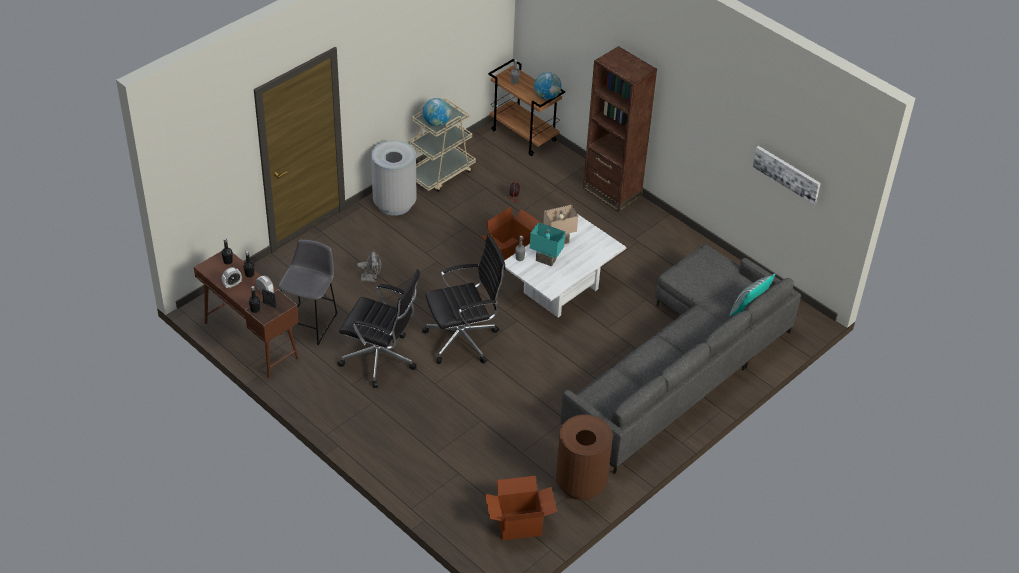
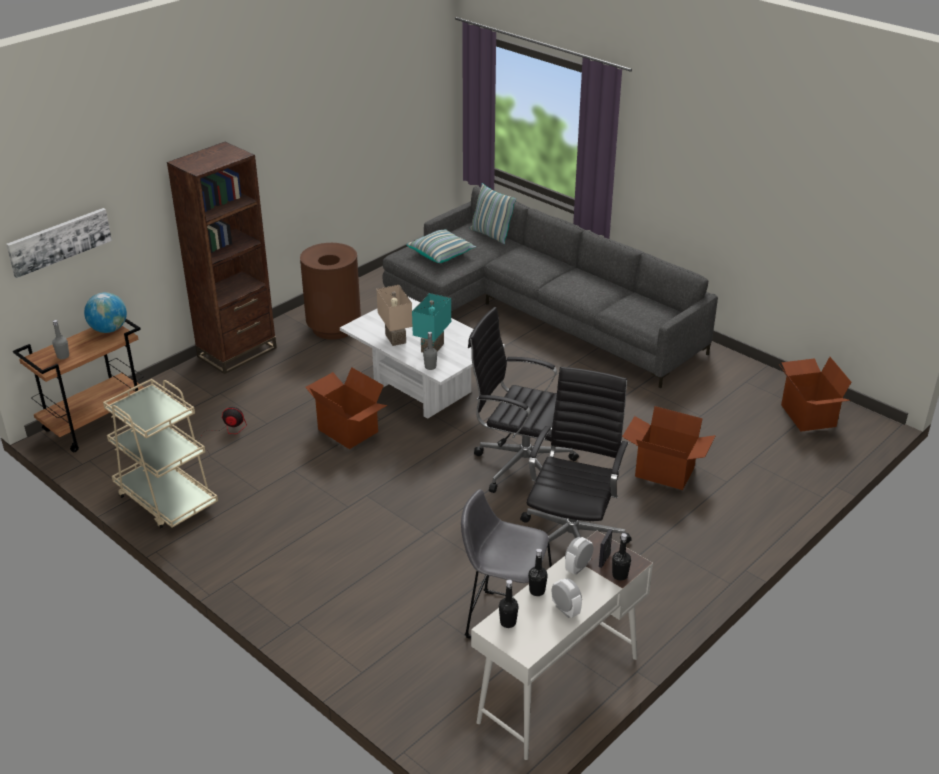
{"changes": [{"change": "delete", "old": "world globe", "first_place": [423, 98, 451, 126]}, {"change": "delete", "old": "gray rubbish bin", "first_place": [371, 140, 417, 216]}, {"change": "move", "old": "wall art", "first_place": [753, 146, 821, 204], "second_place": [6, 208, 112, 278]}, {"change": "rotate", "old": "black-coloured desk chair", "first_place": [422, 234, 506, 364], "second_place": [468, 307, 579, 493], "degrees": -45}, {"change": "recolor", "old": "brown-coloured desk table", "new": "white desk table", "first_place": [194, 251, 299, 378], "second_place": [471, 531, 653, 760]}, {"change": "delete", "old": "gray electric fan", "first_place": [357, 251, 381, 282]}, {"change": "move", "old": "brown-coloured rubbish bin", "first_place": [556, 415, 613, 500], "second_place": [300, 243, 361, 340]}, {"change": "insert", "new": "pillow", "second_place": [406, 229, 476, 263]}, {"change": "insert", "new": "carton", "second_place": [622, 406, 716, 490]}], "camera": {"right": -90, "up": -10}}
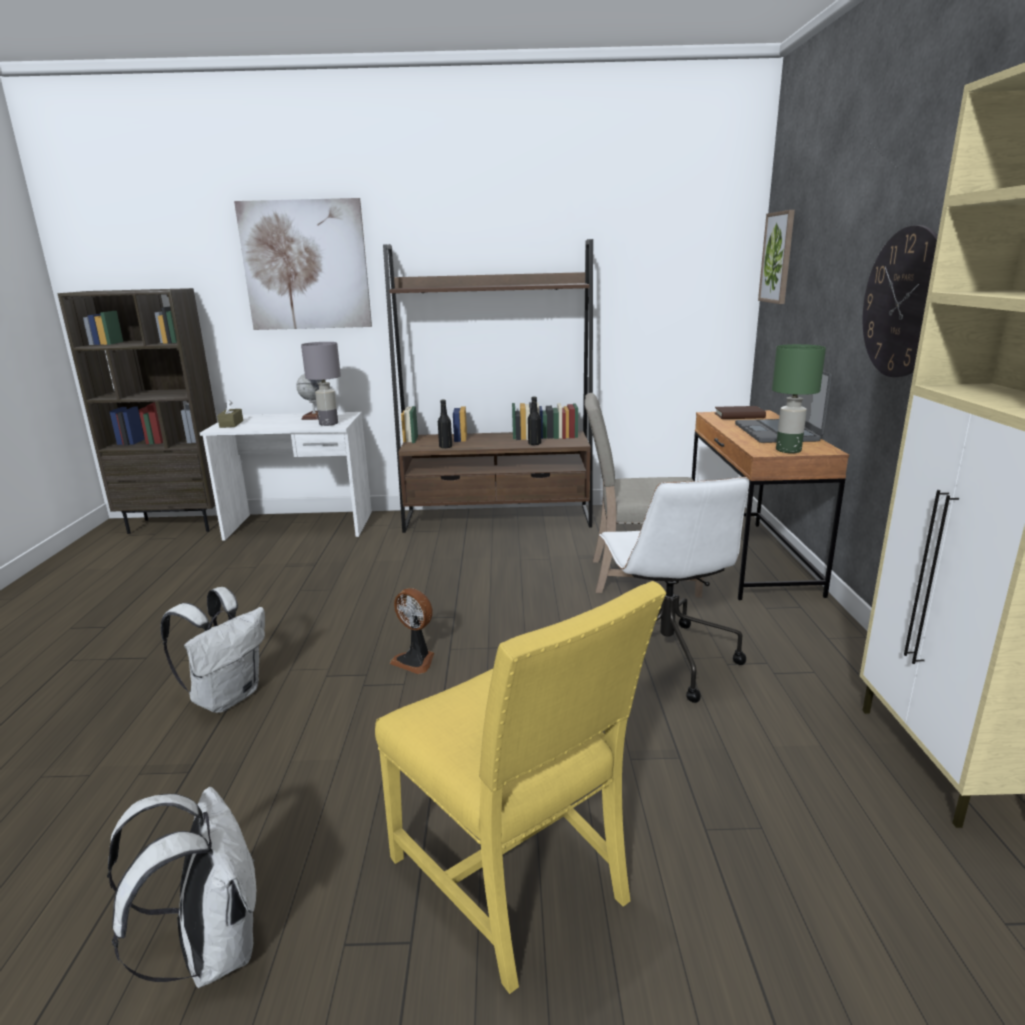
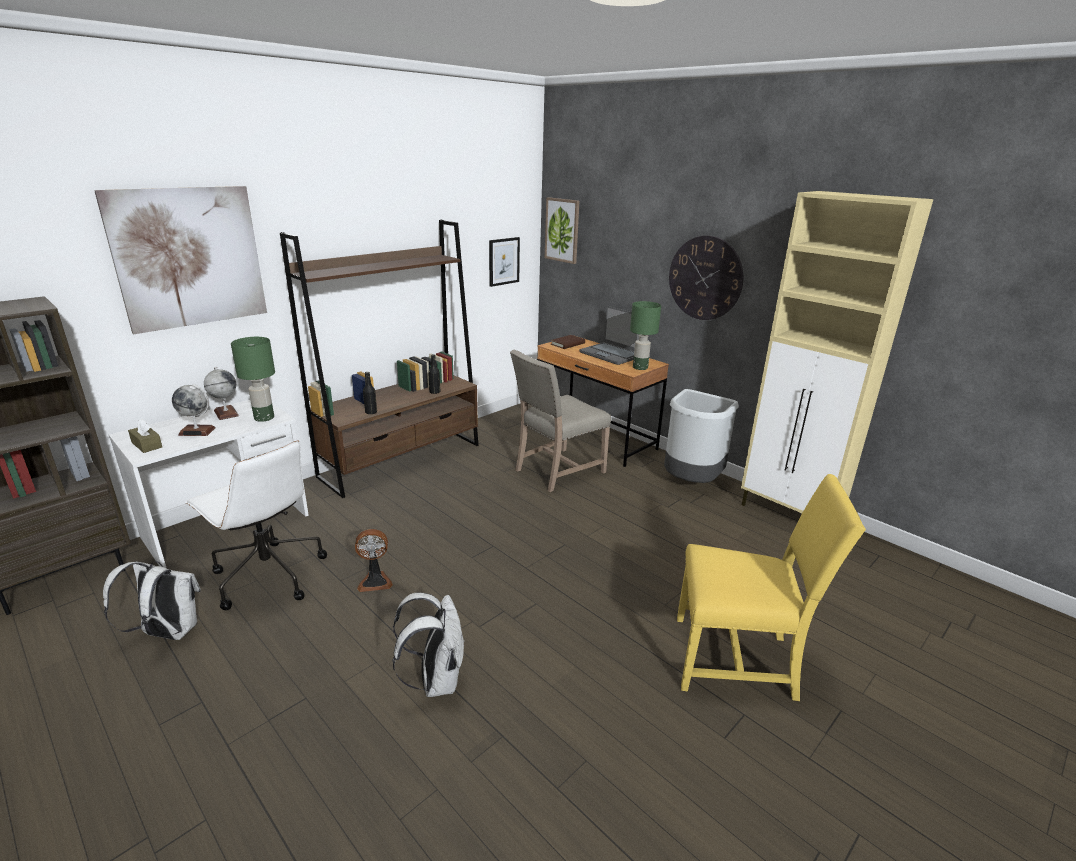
{"changes": [{"change": "recolor", "old": "gray lamp for a table", "new": "greenish lamp for a table", "first_place": [301, 342, 341, 426], "second_place": [231, 337, 275, 422]}, {"change": "move", "old": "white desk chair", "first_place": [599, 477, 749, 703], "second_place": [185, 441, 327, 610]}, {"change": "move", "old": "electric fan", "first_place": [390, 588, 434, 674], "second_place": [355, 529, 393, 592]}, {"change": "move", "old": "white knapsack", "first_place": [107, 787, 256, 988], "second_place": [103, 561, 201, 640]}, {"change": "insert", "new": "wall art", "second_place": [489, 237, 520, 287]}, {"change": "insert", "new": "world globe", "second_place": [172, 384, 216, 436]}, {"change": "insert", "new": "gray rubbish bin", "second_place": [664, 389, 739, 483]}], "camera": {"right": -45, "up": 5}}
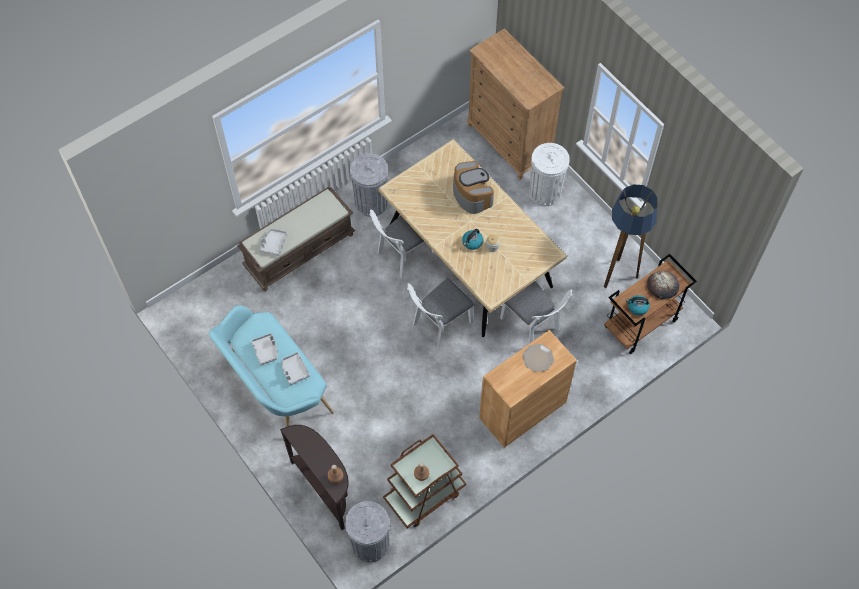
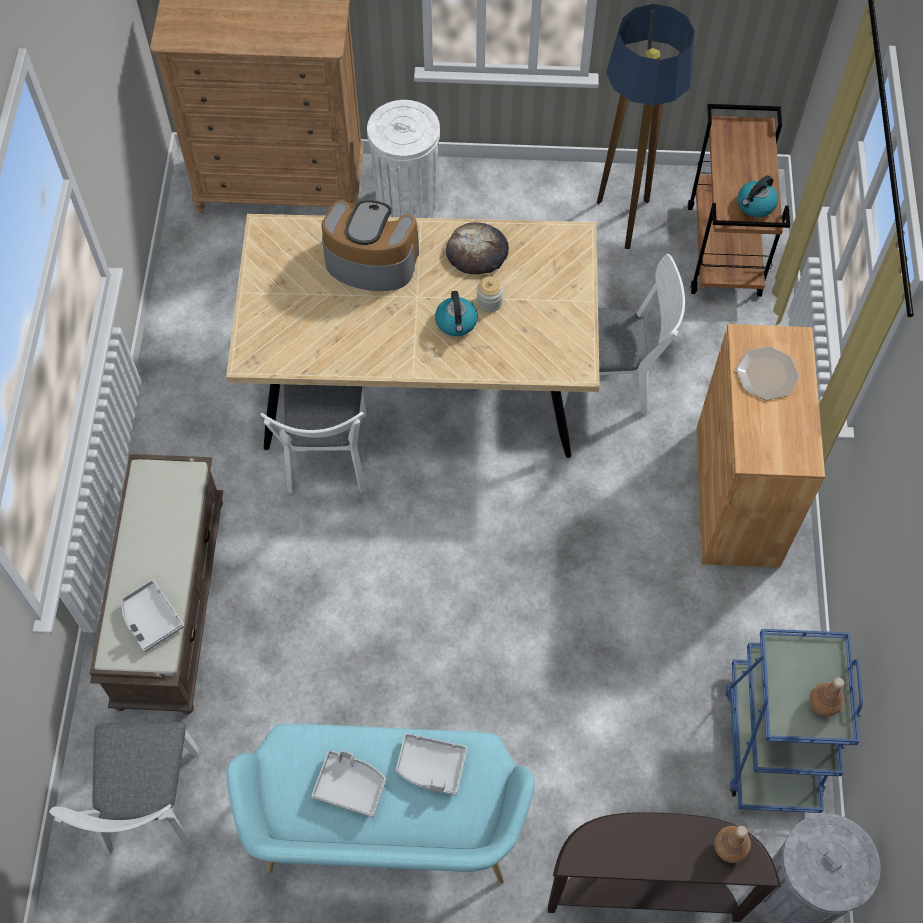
{"changes": [{"change": "delete", "old": "gray rubbish bin", "first_place": [350, 153, 388, 217]}, {"change": "move", "old": "bakery bread", "first_place": [647, 271, 679, 300], "second_place": [446, 222, 509, 274]}, {"change": "move", "old": "white plain chair", "first_place": [407, 278, 474, 350], "second_place": [49, 722, 199, 855]}, {"change": "recolor", "old": "brown-coloured cart", "new": "blue-coloured cart", "first_place": [383, 434, 466, 528], "second_place": [726, 629, 863, 813]}], "camera": {"right": -50, "up": 0}}
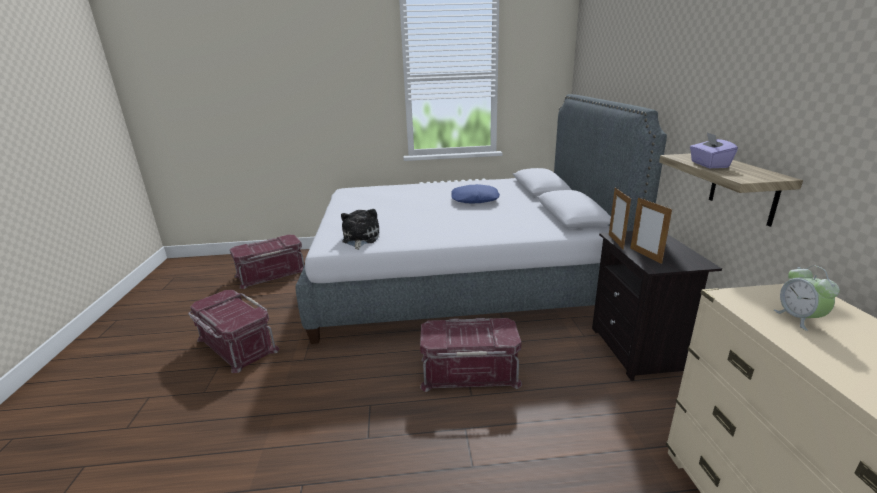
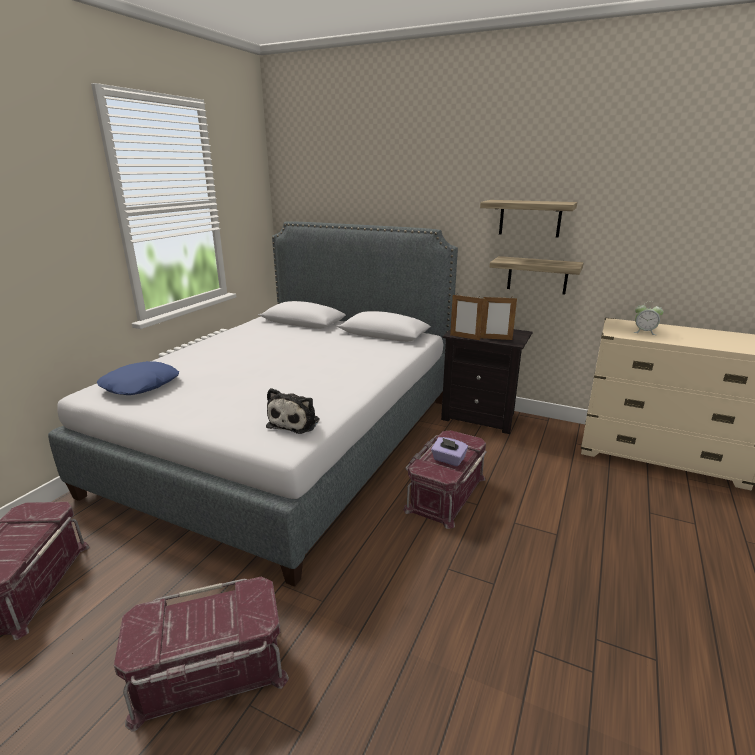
{"changes": [{"change": "move", "old": "purple-coloured tissue holder", "first_place": [690, 132, 738, 168], "second_place": [431, 437, 468, 466]}, {"change": "move", "old": "blue-coloured pillow", "first_place": [451, 184, 500, 204], "second_place": [97, 361, 179, 395]}, {"change": "rotate", "old": "cuddly toy", "first_place": [341, 209, 379, 250], "second_place": [266, 388, 319, 434], "degrees": -105}, {"change": "insert", "new": "shelf", "second_place": [480, 200, 577, 238]}], "camera": {"right": -60, "up": 0}}
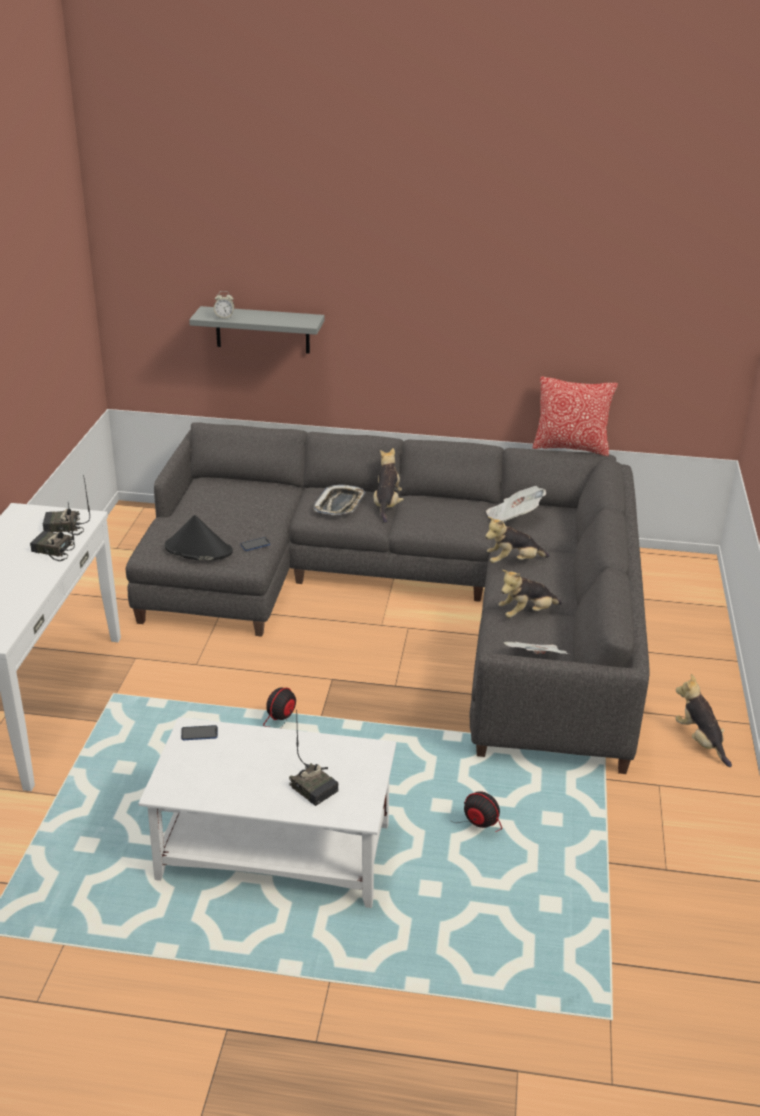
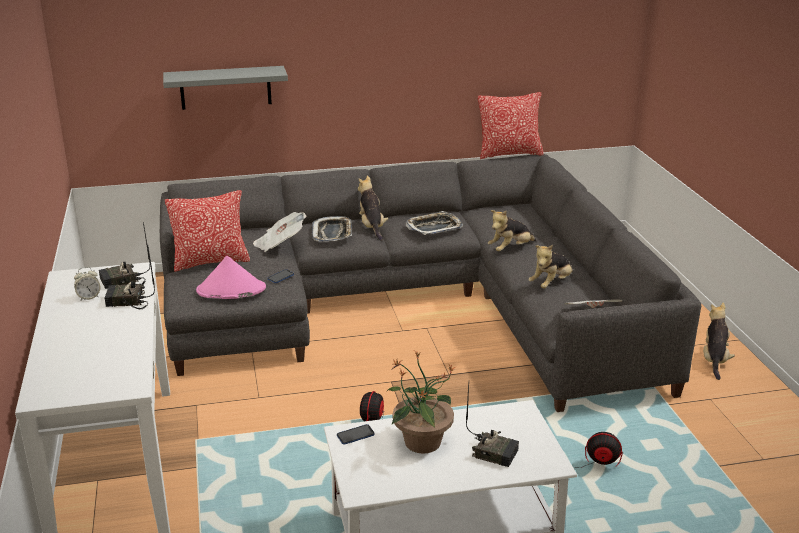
{"changes": [{"change": "move", "old": "alarm clock", "first_place": [214, 291, 234, 319], "second_place": [74, 267, 101, 300]}, {"change": "move", "old": "daily paper", "first_place": [486, 486, 546, 522], "second_place": [253, 212, 307, 252]}, {"change": "recolor", "old": "black-coloured wearable hat", "new": "pink wearable hat", "first_place": [165, 515, 233, 560], "second_place": [196, 256, 266, 299]}, {"change": "rotate", "old": "cuddly toy", "first_place": [675, 674, 732, 767], "second_place": [703, 302, 735, 380], "degrees": 60}, {"change": "insert", "new": "pillow", "second_place": [165, 190, 250, 272]}, {"change": "insert", "new": "serving tray", "second_place": [406, 211, 463, 235]}, {"change": "insert", "new": "plant in a pot", "second_place": [387, 351, 456, 454]}], "camera": {"right": -20, "up": -5}}
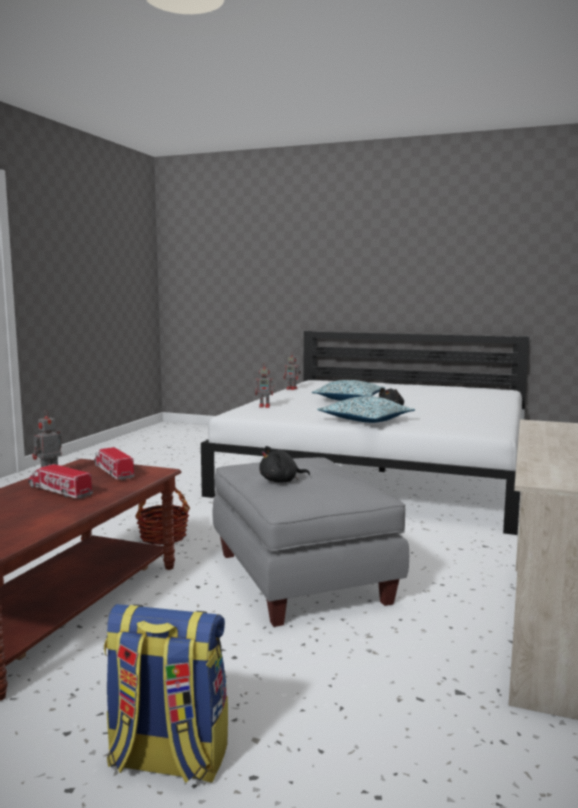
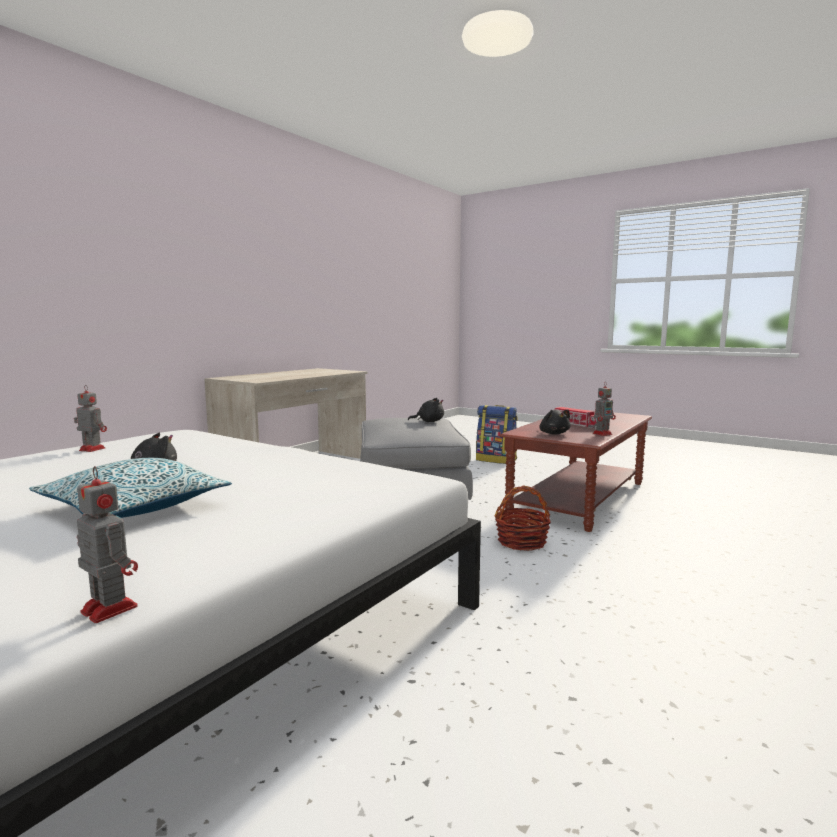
{"changes": [{"change": "move", "old": "toy robot", "first_place": [256, 365, 275, 408], "second_place": [74, 385, 107, 452]}, {"change": "delete", "old": "pillow", "first_place": [317, 396, 415, 423]}, {"change": "replace", "old": "toy truck", "new": "black-coloured cuddly toy", "first_place": [94, 447, 134, 480], "second_place": [539, 409, 571, 435]}], "camera": {"right": -165, "up": 0}}
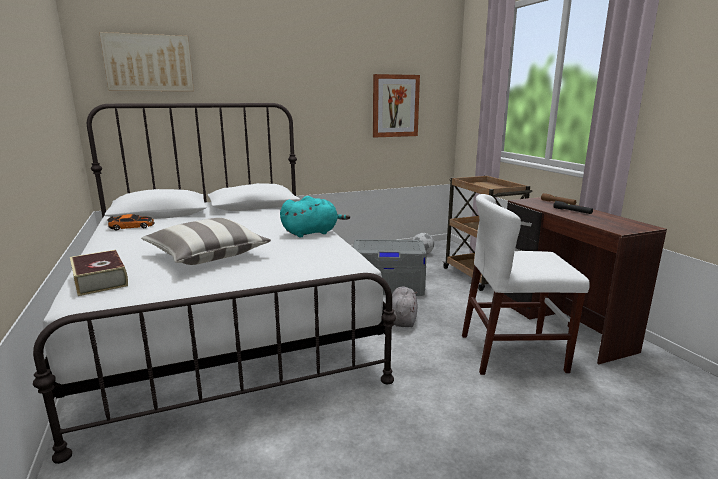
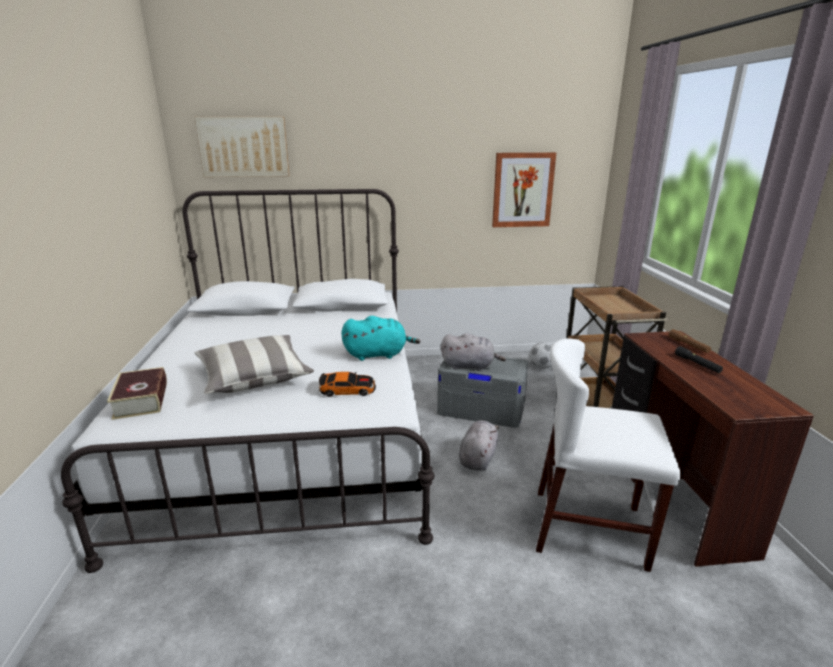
{"changes": [{"change": "move", "old": "model car", "first_place": [107, 214, 155, 231], "second_place": [319, 372, 376, 397]}, {"change": "insert", "new": "gray cuddly toy", "second_place": [441, 333, 506, 371]}], "camera": {"right": 15, "up": 5}}
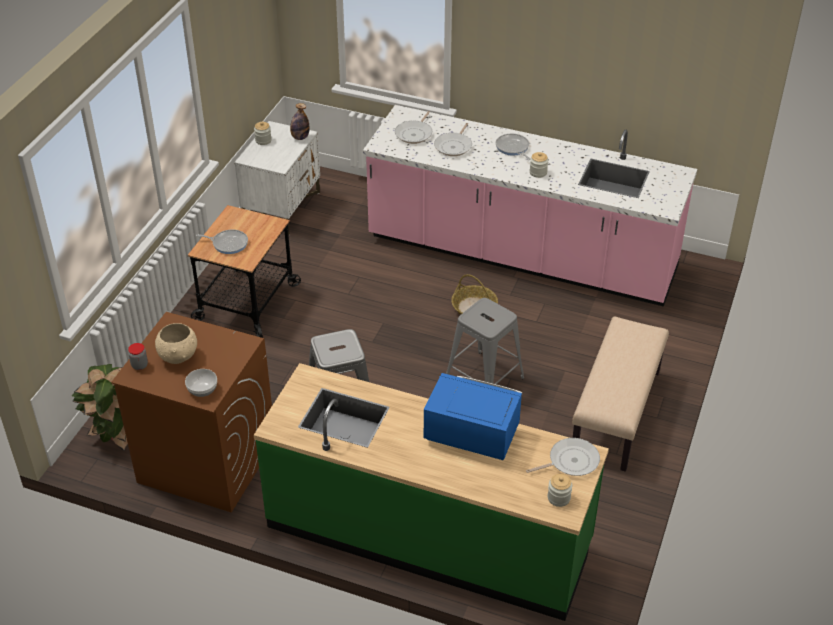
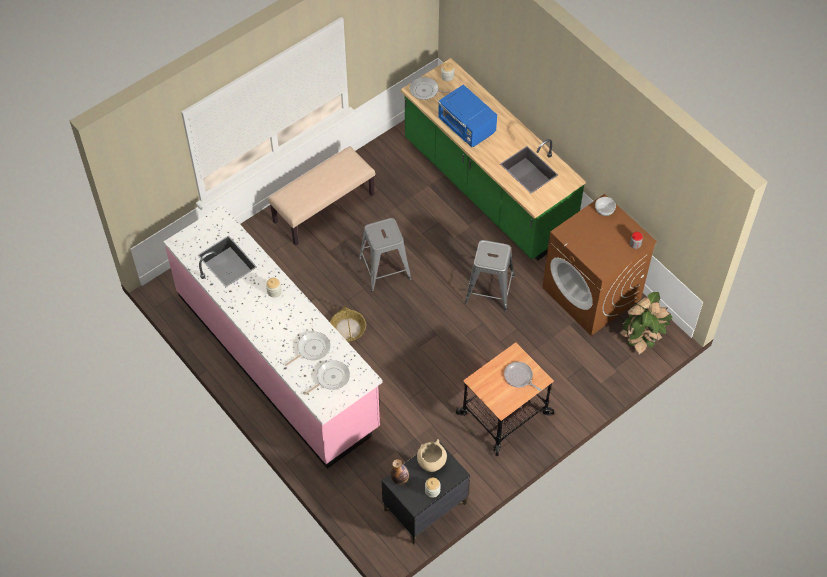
{"changes": [{"change": "recolor", "old": "white nightstand", "new": "black-coloured nightstand", "first_place": [234, 121, 320, 235], "second_place": [382, 440, 470, 544]}, {"change": "delete", "old": "skillet", "first_place": [496, 133, 530, 160]}, {"change": "move", "old": "beige-coloured deep dish", "first_place": [155, 323, 197, 364], "second_place": [417, 439, 447, 472]}], "camera": {"right": -150, "up": 15}}
